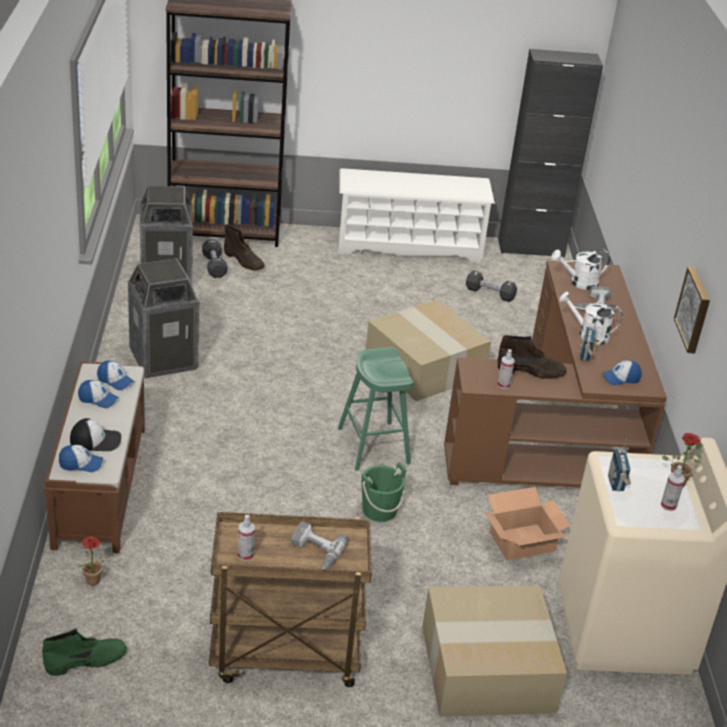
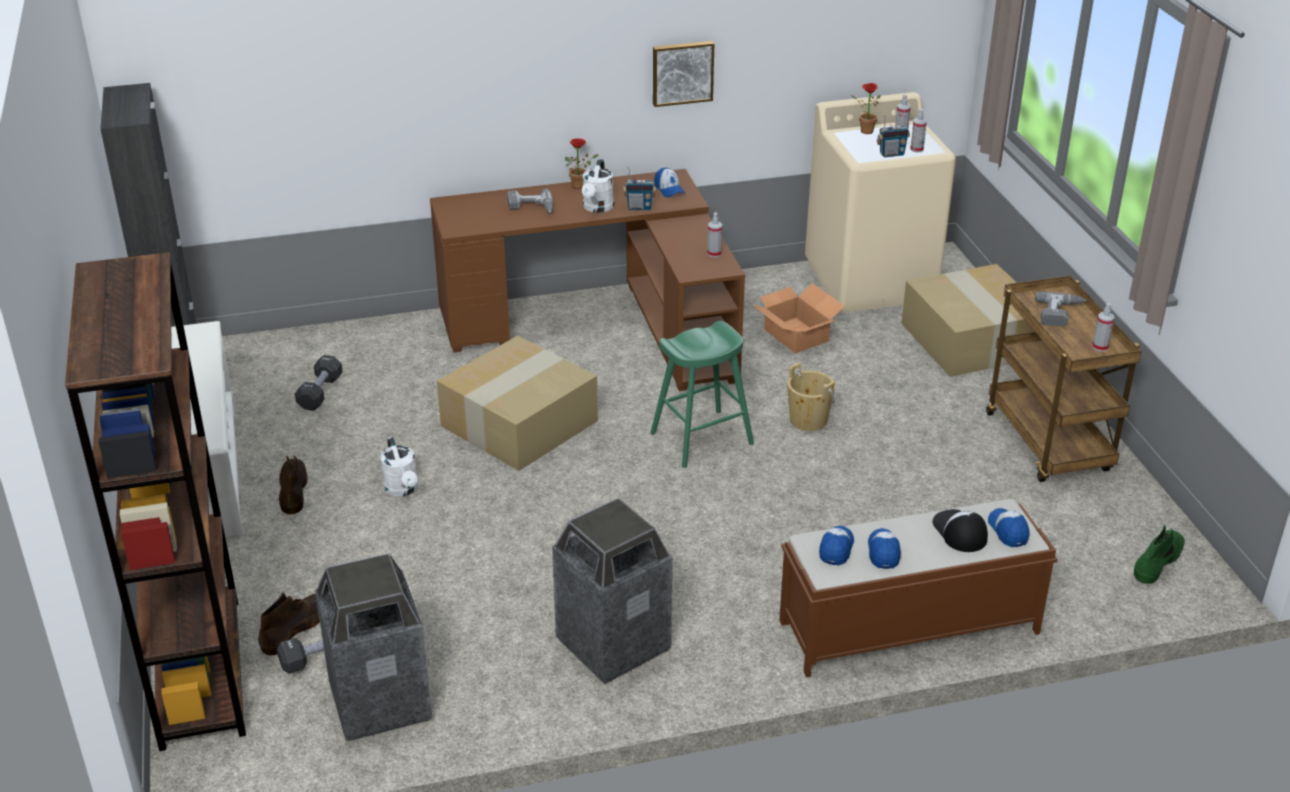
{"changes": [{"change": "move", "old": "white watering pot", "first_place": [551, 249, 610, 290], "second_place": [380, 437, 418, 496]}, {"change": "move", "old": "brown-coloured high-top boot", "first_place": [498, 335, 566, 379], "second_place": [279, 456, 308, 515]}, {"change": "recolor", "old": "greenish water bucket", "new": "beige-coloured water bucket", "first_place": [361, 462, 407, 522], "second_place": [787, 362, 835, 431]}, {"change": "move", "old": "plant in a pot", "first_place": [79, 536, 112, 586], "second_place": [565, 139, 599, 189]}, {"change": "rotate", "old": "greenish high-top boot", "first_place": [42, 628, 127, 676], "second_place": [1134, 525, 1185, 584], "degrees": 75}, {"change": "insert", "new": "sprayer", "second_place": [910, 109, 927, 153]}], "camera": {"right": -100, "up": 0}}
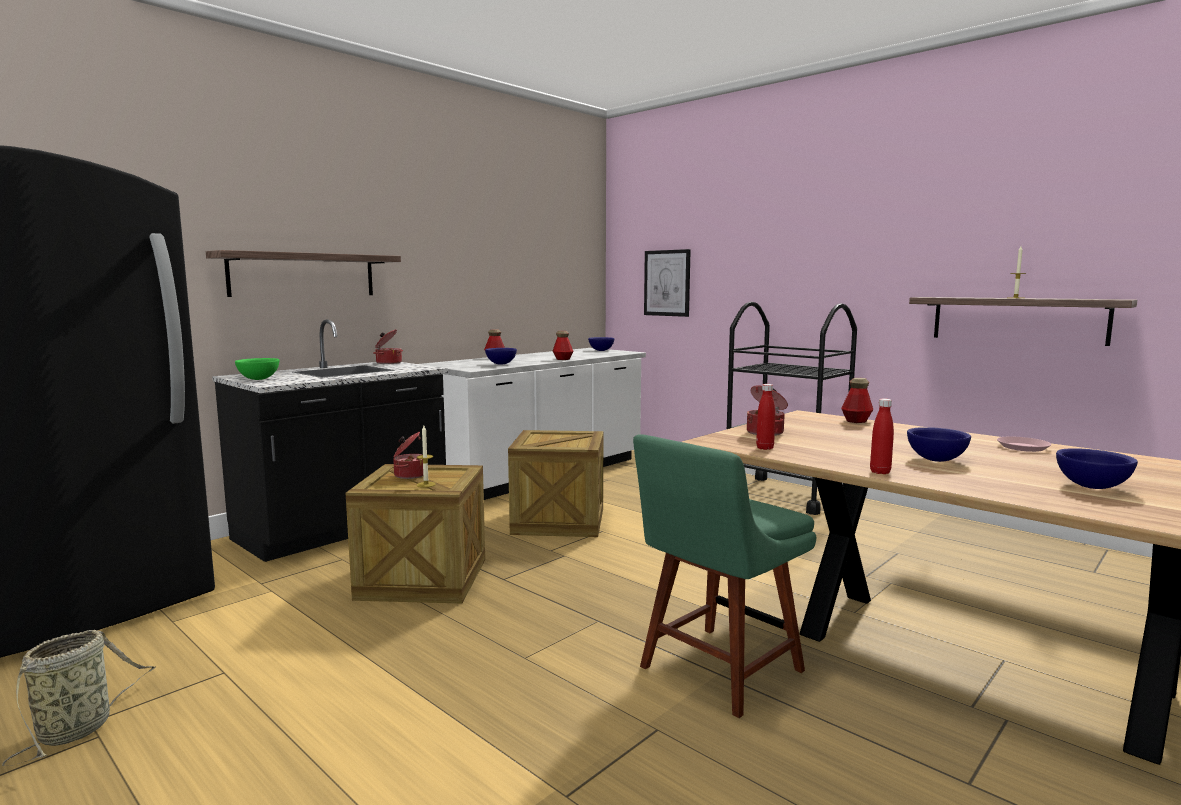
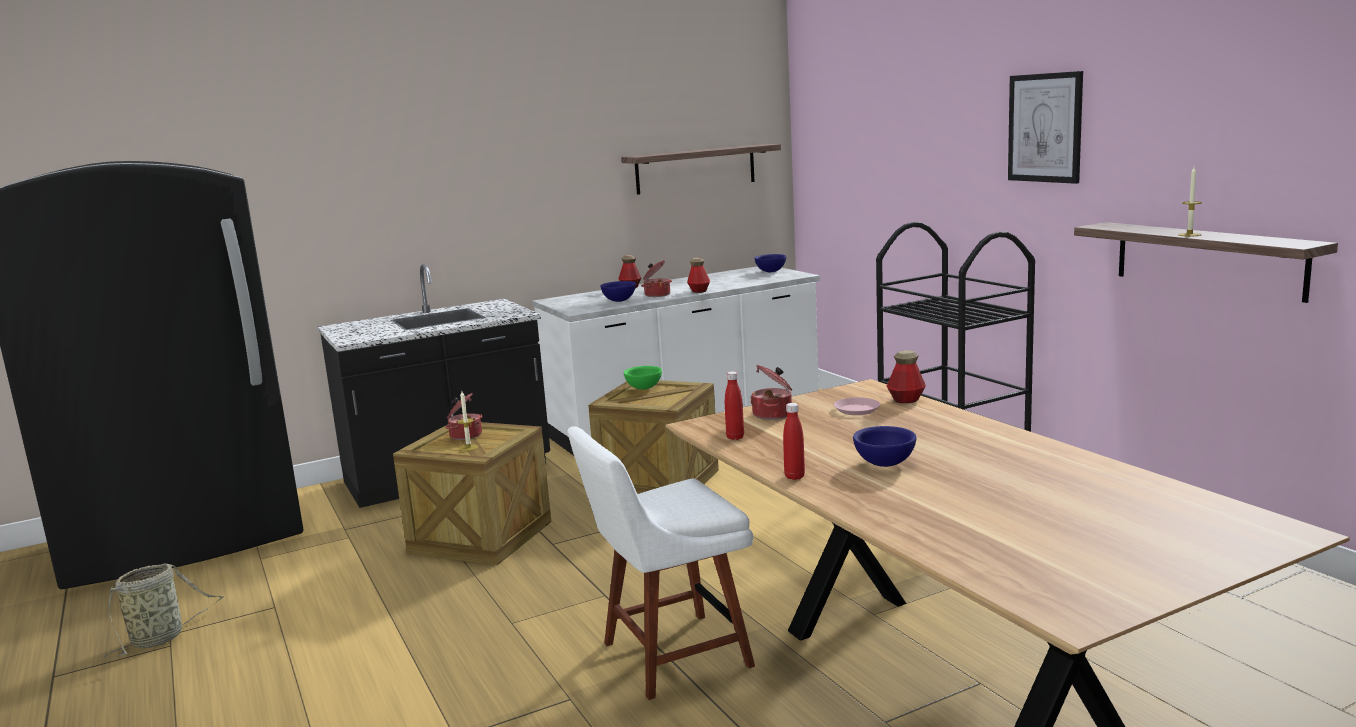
{"changes": [{"change": "move", "old": "wall art", "first_place": [644, 249, 691, 317], "second_place": [1008, 71, 1083, 184]}, {"change": "move", "old": "shelf", "first_place": [206, 250, 401, 297], "second_place": [621, 144, 781, 195]}, {"change": "move", "old": "saucepot", "first_place": [373, 329, 403, 364], "second_place": [641, 260, 672, 297]}, {"change": "move", "old": "greenish deep dish", "first_place": [235, 358, 279, 380], "second_place": [624, 366, 662, 390]}, {"change": "recolor", "old": "greenish plain chair", "new": "white plain chair", "first_place": [633, 434, 816, 718], "second_place": [567, 426, 755, 700]}, {"change": "move", "old": "pink plate", "first_place": [997, 436, 1051, 452], "second_place": [834, 397, 880, 415]}, {"change": "delete", "old": "blue-coloured deep dish", "first_place": [1056, 448, 1138, 489]}], "camera": {"right": 20, "up": 5}}
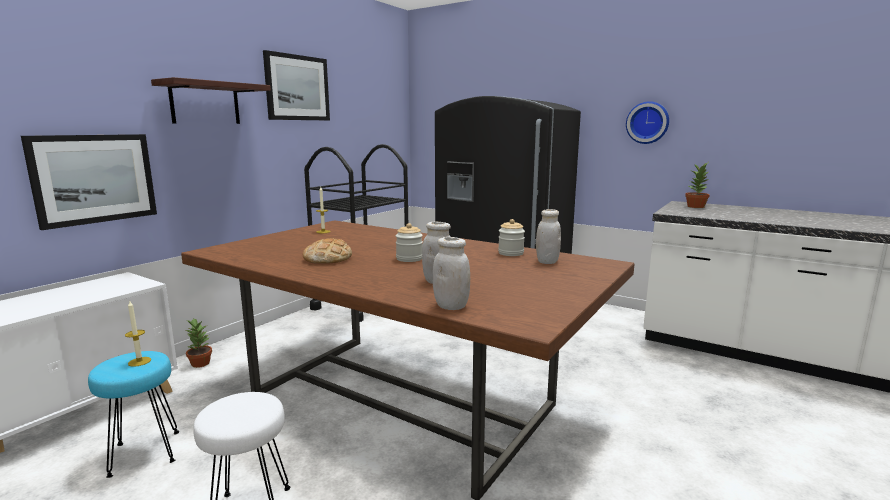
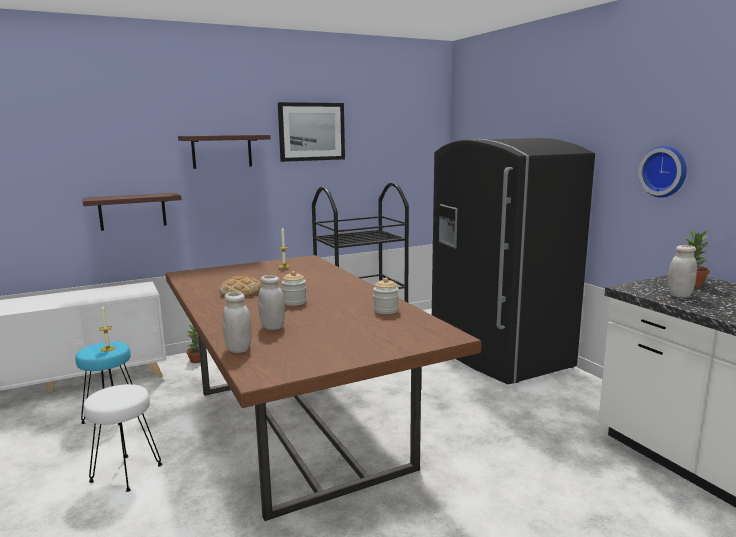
{"changes": [{"change": "replace", "old": "wall art", "new": "shelf", "first_place": [21, 134, 157, 230], "second_place": [82, 192, 182, 231]}, {"change": "move", "old": "white storage jar", "first_place": [536, 209, 561, 264], "second_place": [668, 245, 697, 298]}], "camera": {"right": 30, "up": 0}}
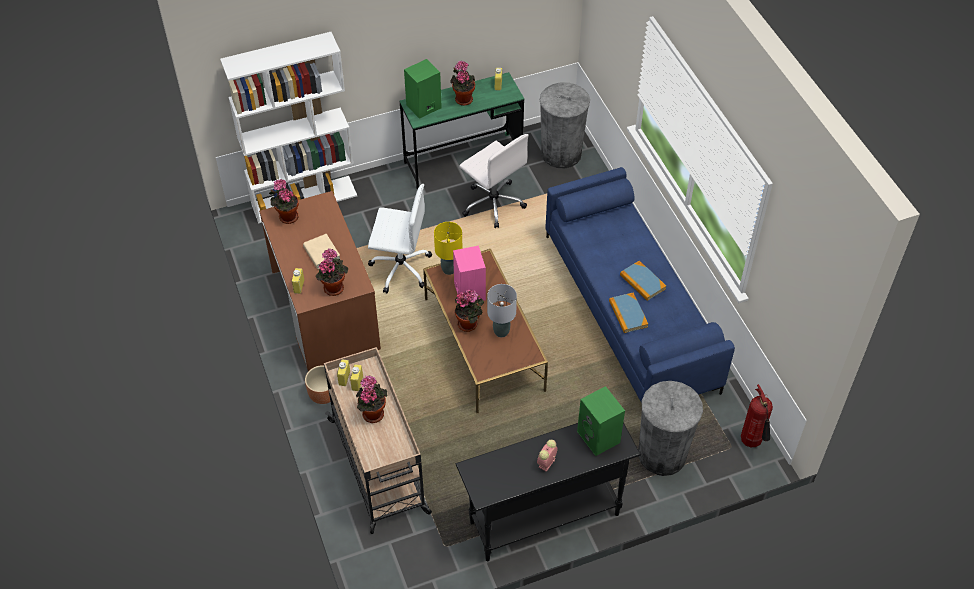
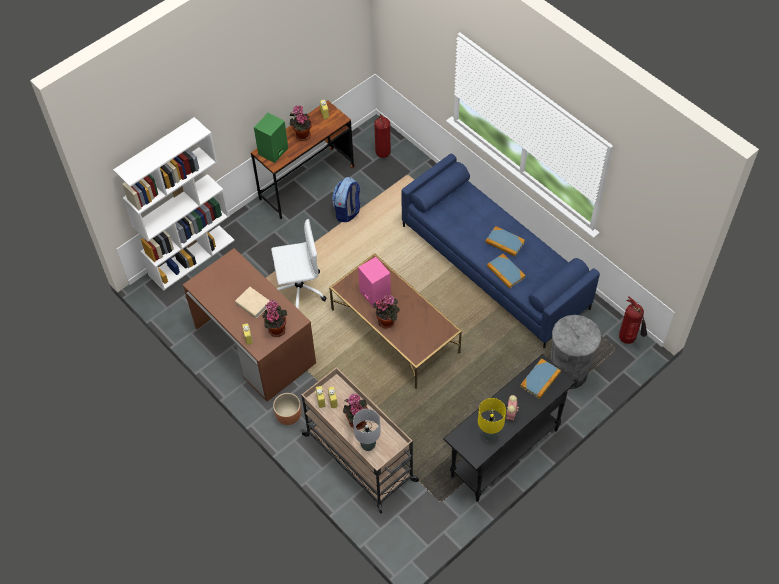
{"changes": [{"change": "recolor", "old": "greenish desk table", "new": "brown-coloured desk table", "first_place": [400, 72, 524, 190], "second_place": [251, 101, 355, 219]}, {"change": "replace", "old": "gray rubbish bin", "new": "extinguisher", "first_place": [540, 82, 590, 168], "second_place": [374, 114, 391, 158]}, {"change": "replace", "old": "white desk chair", "new": "knapsack", "first_place": [459, 134, 529, 228], "second_place": [332, 177, 360, 222]}, {"change": "delete", "old": "plant in a pot", "first_place": [269, 179, 299, 224]}, {"change": "move", "old": "yellow-coloured lamp for a table", "first_place": [434, 222, 463, 275], "second_place": [478, 398, 506, 441]}, {"change": "move", "old": "gray lamp for a table", "first_place": [487, 284, 517, 337], "second_place": [353, 409, 381, 451]}, {"change": "replace", "old": "greenish speaker", "new": "volume", "first_place": [577, 386, 625, 456], "second_place": [520, 358, 561, 399]}], "camera": {"right": -20, "up": 5}}
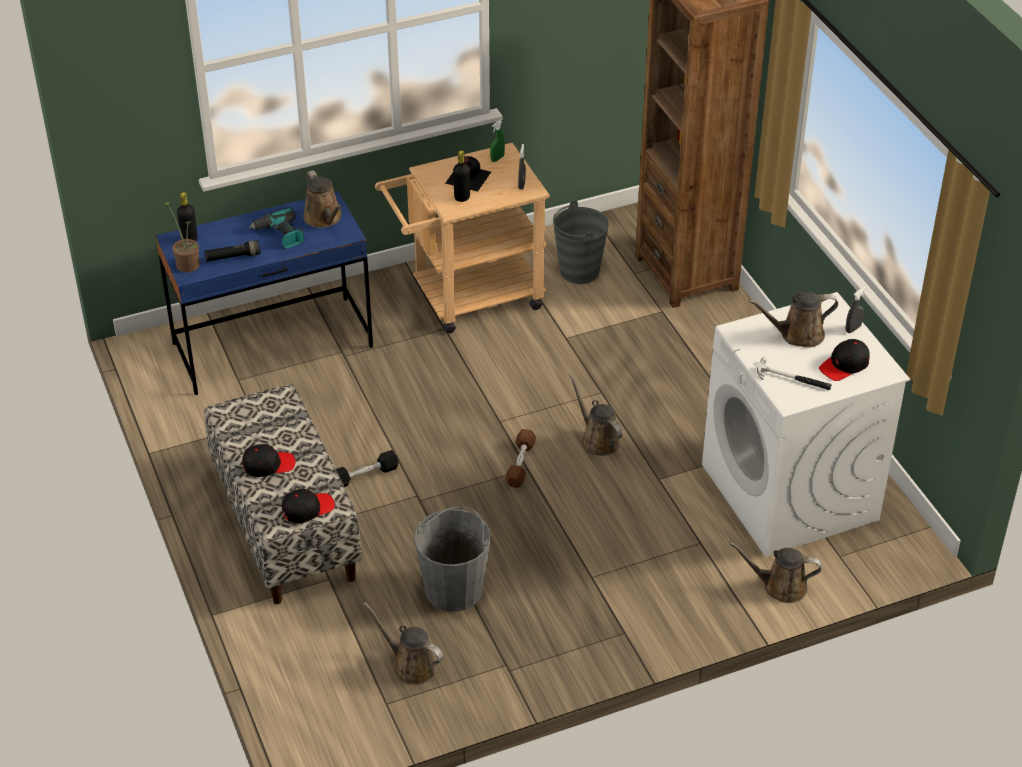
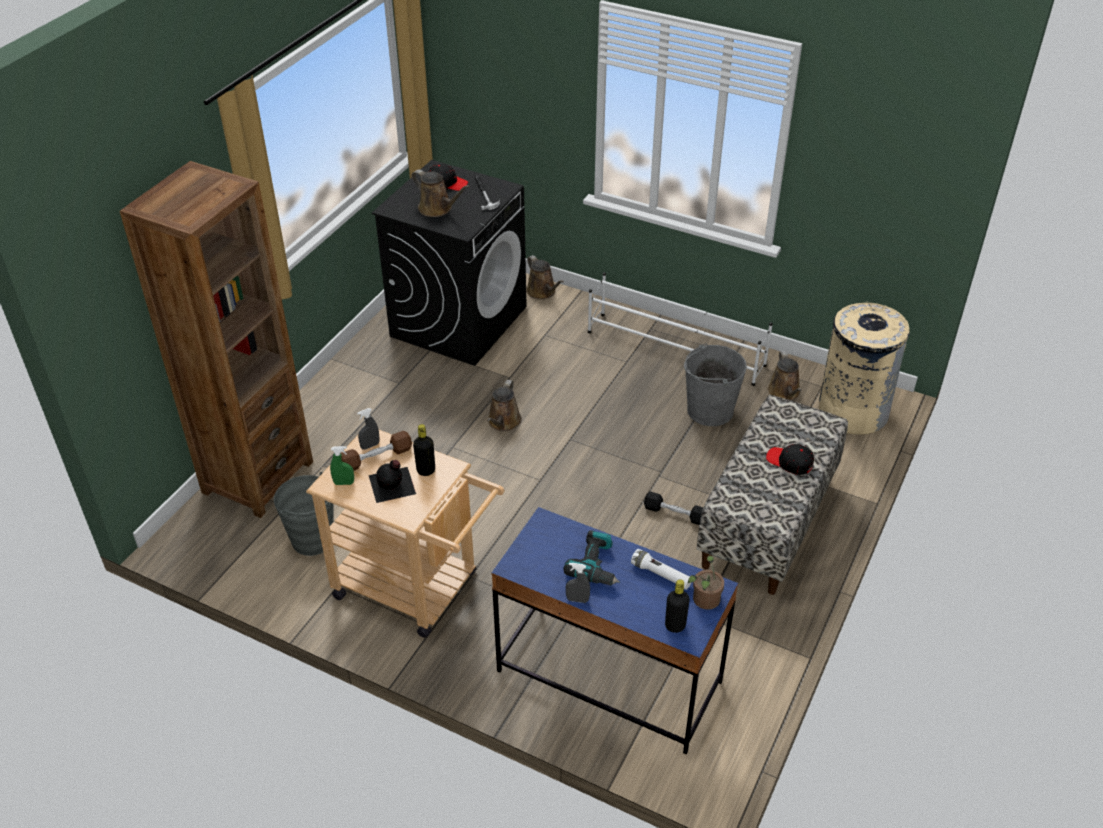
{"changes": [{"change": "delete", "old": "brown-coloured watering pot", "first_place": [303, 170, 342, 228]}, {"change": "recolor", "old": "black-coloured flashlight", "new": "white flashlight", "first_place": [204, 240, 261, 262], "second_place": [631, 549, 691, 590]}, {"change": "move", "old": "gray sprayer", "first_place": [846, 287, 866, 333], "second_place": [566, 563, 590, 603]}, {"change": "recolor", "old": "white laundry appliance", "new": "black-coloured laundry appliance", "first_place": [702, 292, 910, 557], "second_place": [372, 160, 527, 366]}, {"change": "move", "old": "brown-coloured free weight", "first_place": [505, 429, 536, 488], "second_place": [340, 431, 412, 471]}, {"change": "delete", "old": "black-coloured cap", "first_place": [282, 489, 335, 523]}, {"change": "insert", "new": "white shoe stand", "second_place": [588, 272, 773, 386]}, {"change": "insert", "new": "beige-coloured rubbish bin", "second_place": [819, 301, 910, 435]}], "camera": {"right": -130, "up": 0}}
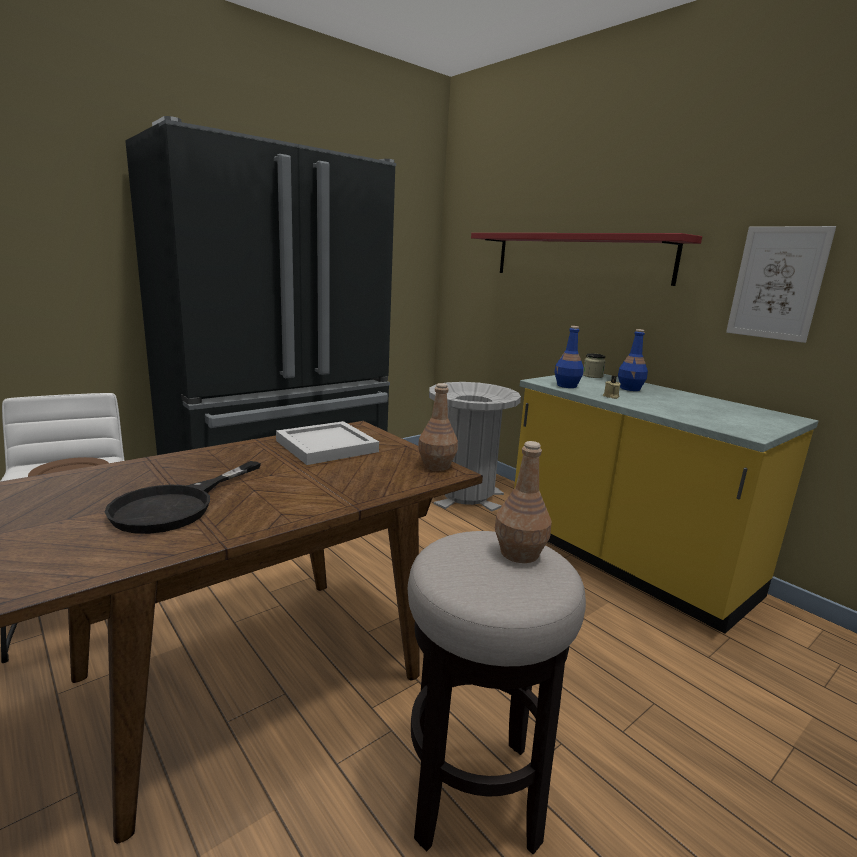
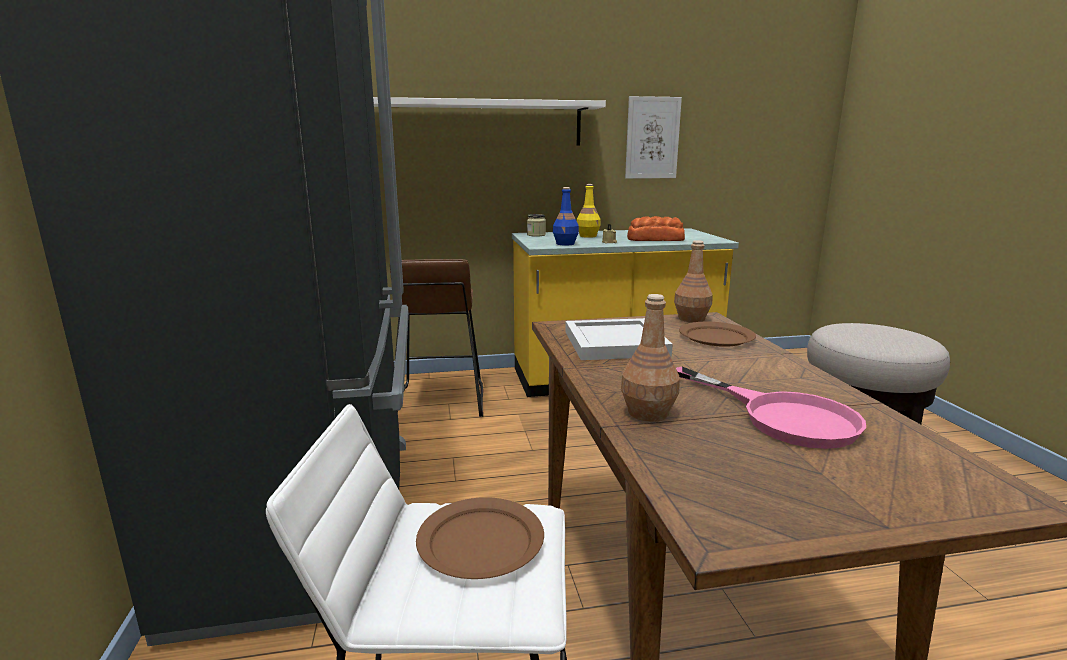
{"changes": [{"change": "recolor", "old": "reddish shelf", "new": "white shelf", "first_place": [471, 233, 702, 286], "second_place": [373, 97, 606, 146]}, {"change": "recolor", "old": "blue-coloured bottle", "new": "yellow-coloured bottle", "first_place": [618, 329, 648, 391], "second_place": [577, 184, 601, 238]}, {"change": "replace", "old": "gray rubbish bin", "new": "brown-coloured stool seat", "first_place": [429, 382, 521, 512], "second_place": [390, 259, 483, 417]}, {"change": "move", "old": "brown-coloured bottle", "first_place": [495, 441, 552, 563], "second_place": [621, 294, 680, 422]}, {"change": "recolor", "old": "black-coloured skillet", "new": "pink skillet", "first_place": [104, 461, 261, 534], "second_place": [676, 367, 866, 449]}, {"change": "insert", "new": "bakery bread", "second_place": [627, 216, 685, 241]}, {"change": "insert", "new": "brown-coloured plate", "second_place": [679, 322, 756, 347]}], "camera": {"right": -60, "up": 0}}
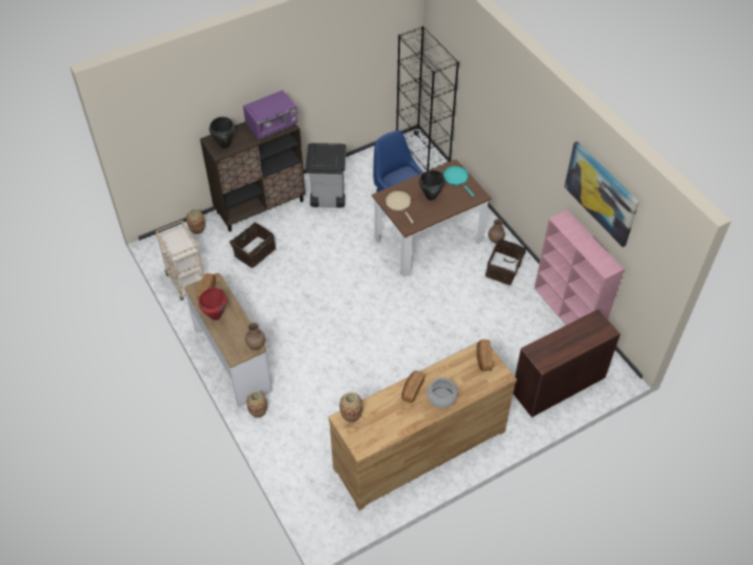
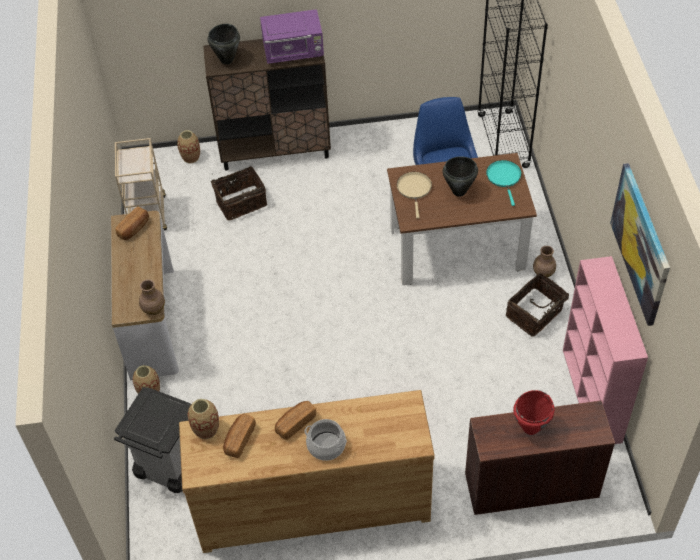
{"changes": [{"change": "move", "old": "gray rubbish bin", "first_place": [306, 143, 347, 208], "second_place": [114, 387, 191, 493]}, {"change": "move", "old": "reddish saucepot", "first_place": [198, 287, 227, 320], "second_place": [513, 390, 554, 435]}, {"change": "move", "old": "bakery bread", "first_place": [477, 340, 493, 371], "second_place": [223, 414, 256, 458]}], "camera": {"right": 25, "up": 0}}
